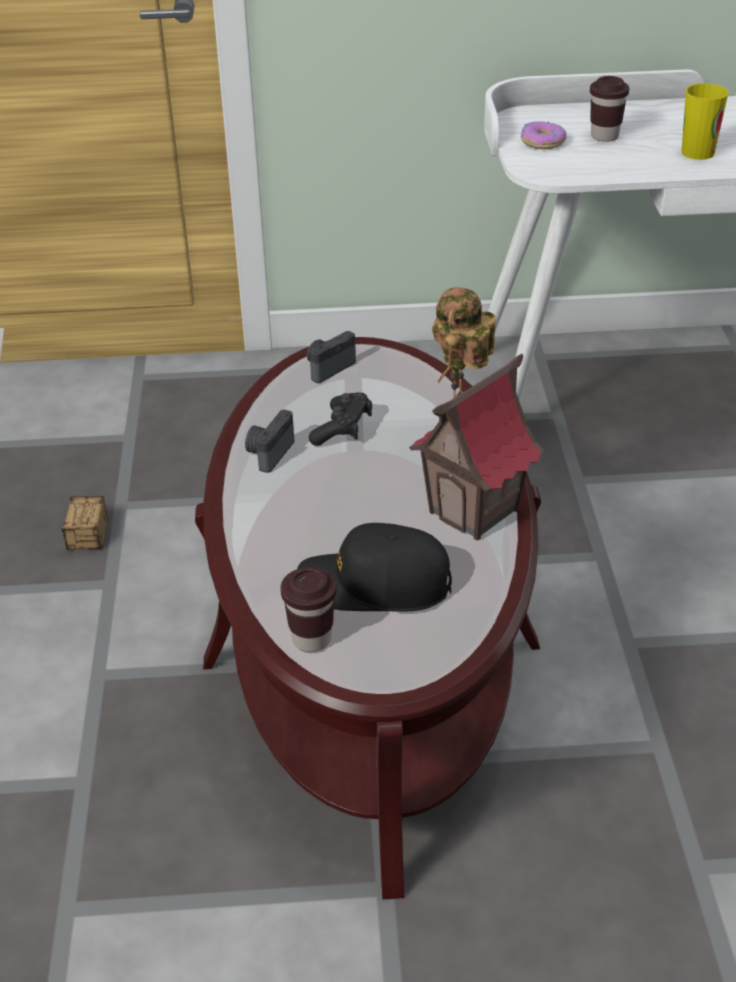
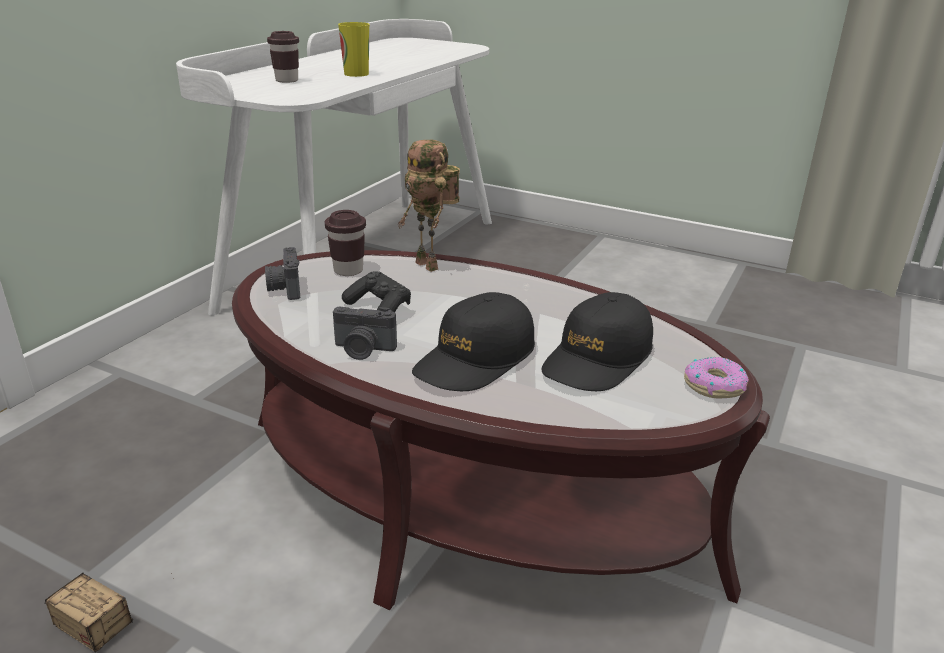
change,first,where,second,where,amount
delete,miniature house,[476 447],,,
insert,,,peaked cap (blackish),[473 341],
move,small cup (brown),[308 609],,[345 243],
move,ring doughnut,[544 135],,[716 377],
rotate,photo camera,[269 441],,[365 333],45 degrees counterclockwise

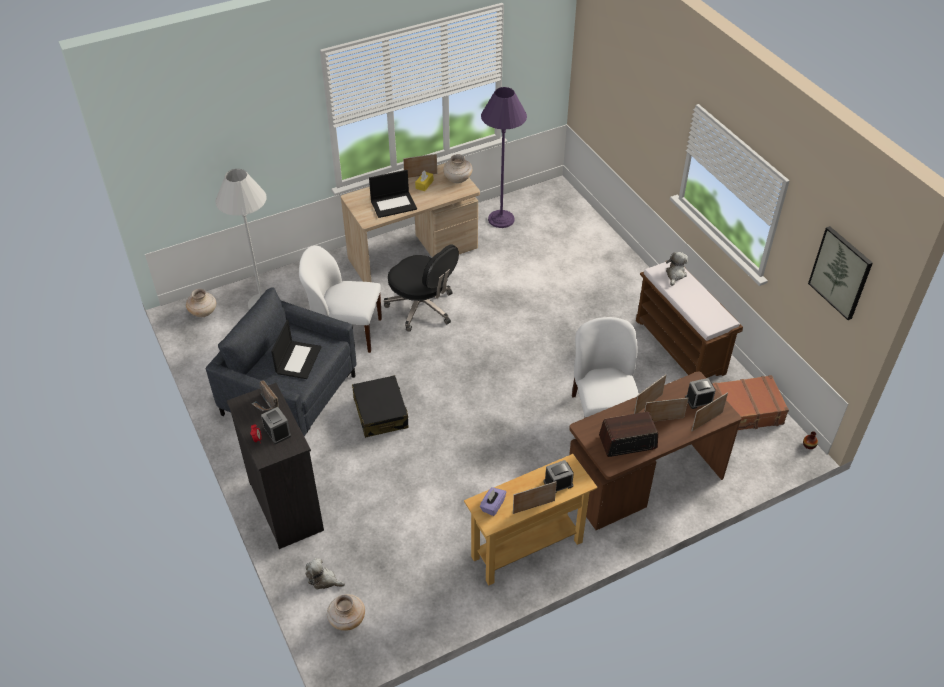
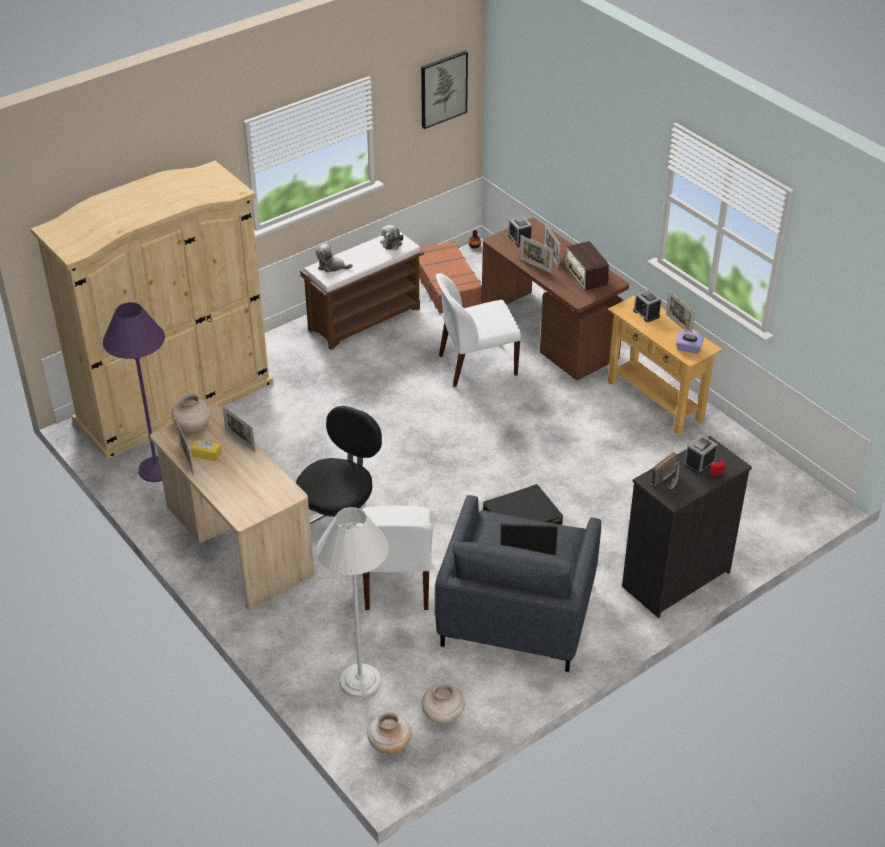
change,first,where,second,where,amount
delete,portable computer,[393 194],,,
insert,,,armoire (beige-coloured),[152 310],
move,cuddly toy,[325 574],,[391 237],
move,flower vase (beige-coloured),[346 612],,[443 703],
move,photo frame,[710 411],,[239 429],

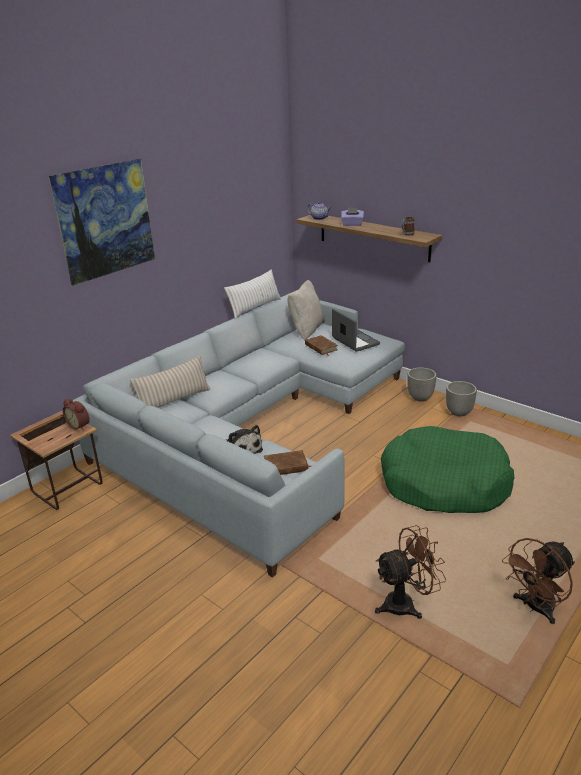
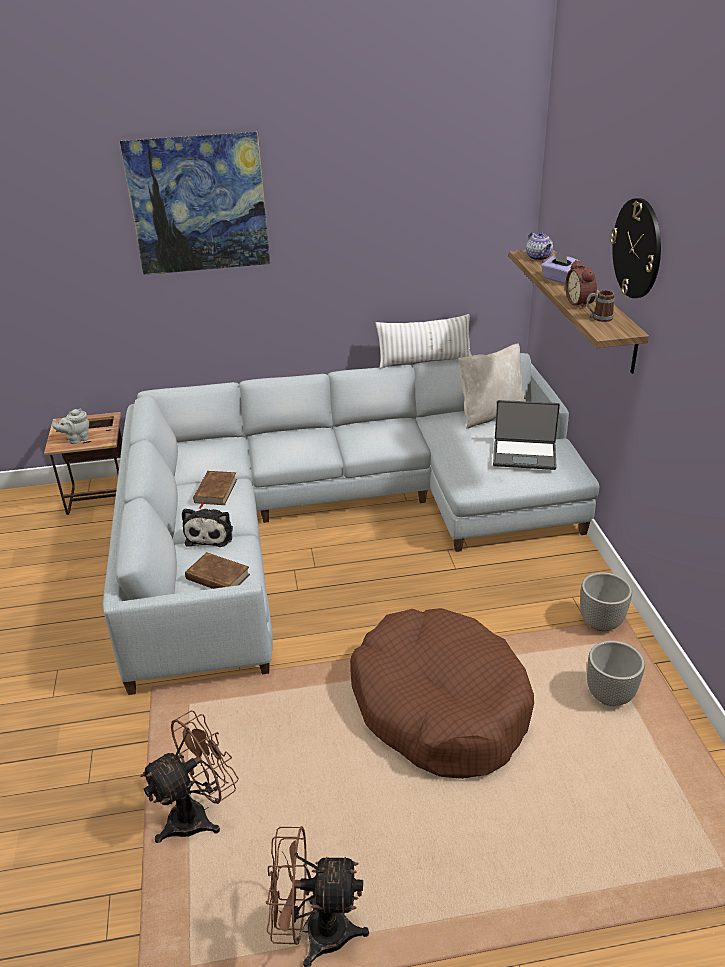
change,first,where,second,where,amount
delete,throw pillow (beige-coloured),[170 381],,,
insert,,,pot for tea (greyish),[70 426],
insert,,,clock on the wall,[635 248],
move,bedside clock,[76 414],,[581 284],
move,book (brown),[321 345],,[215 490],
move,planter,[422 384],,[616 673],
recolor,dog bed (greenish),[448 469],dog bed (brown),[442 693],
rotate,portable computer,[356 330],,[526 435],90 degrees clockwise
rotate,fan (brown),[410 572],,[189 777],60 degrees counterclockwise

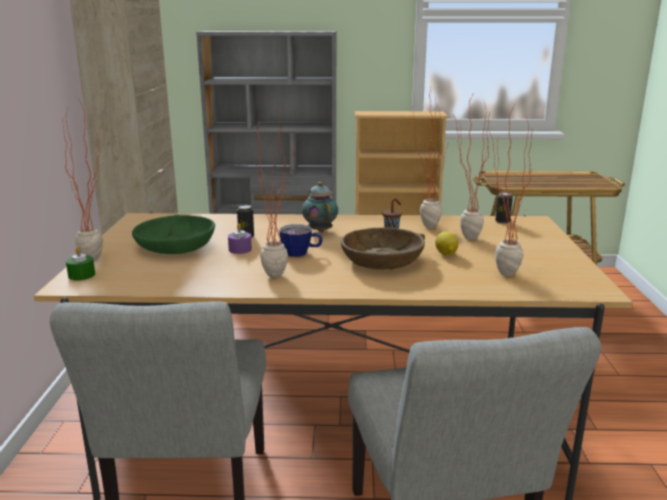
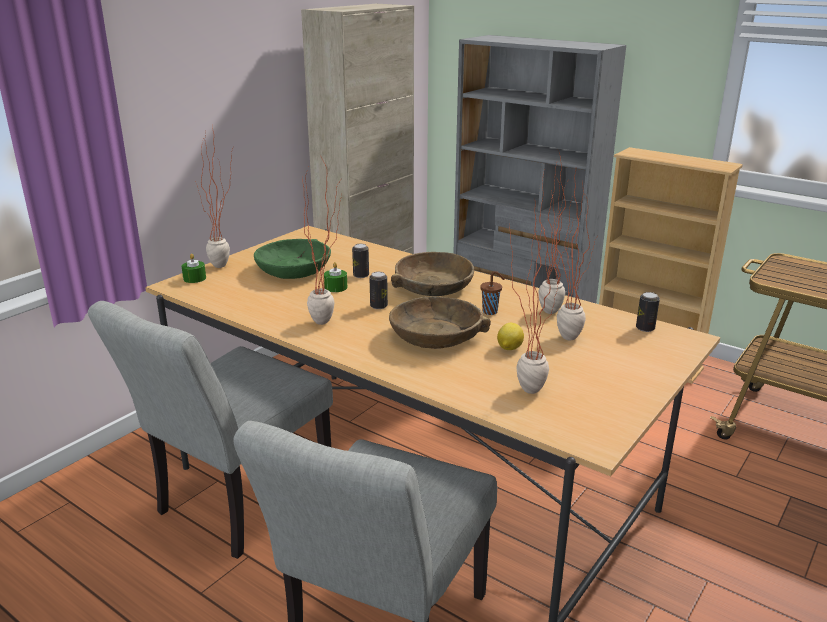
change,first,where,second,where,amount
replace,small cup,[301 240],can,[378 290],
replace,pot for tea,[320 207],serving bowl (brown),[432 274],
recolor,wax candle (purple),[240 239],wax candle (greenish),[335 277],

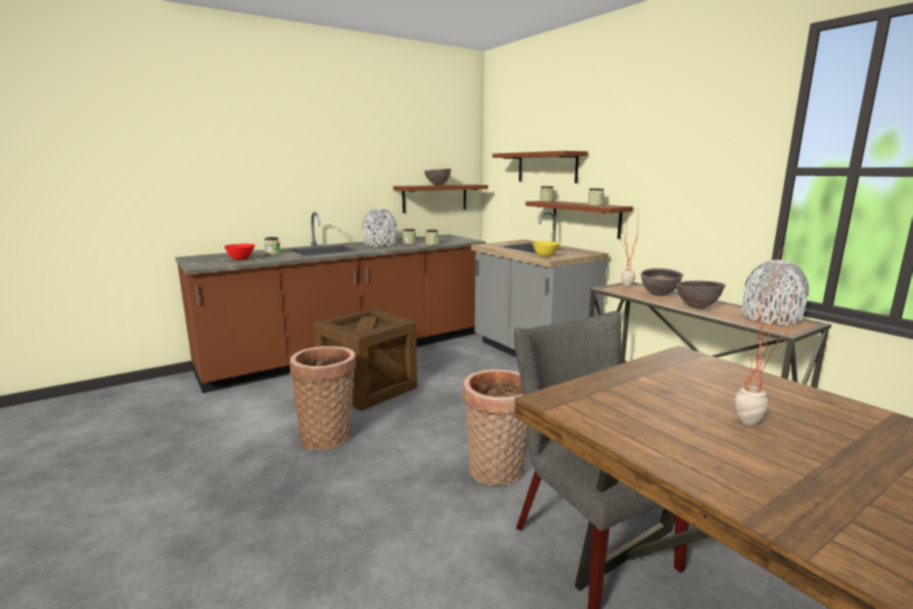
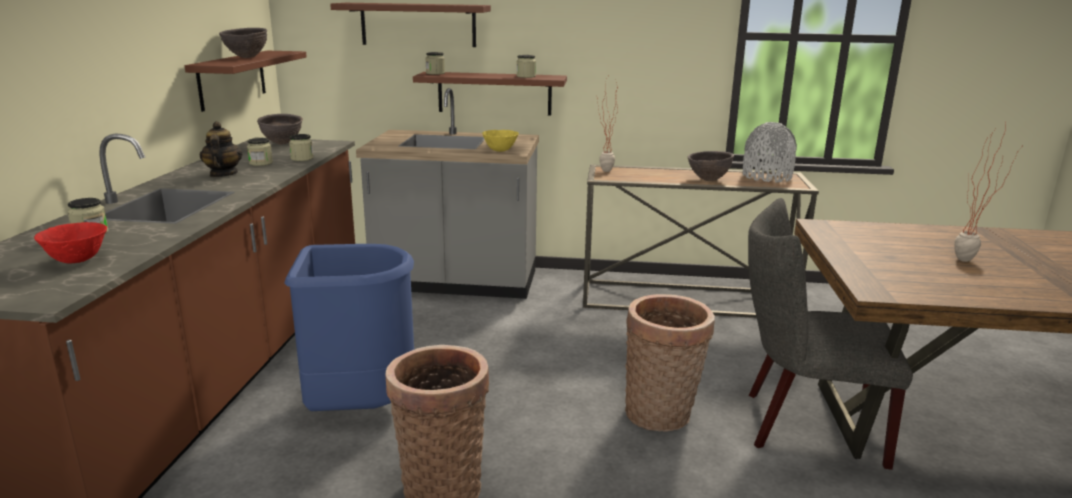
change,first,where,second,where,amount
move,serving bowl (brown),[662 282],,[280 129],
replace,packing crate,[365 359],rubbish bin (blue-coloured),[349 327],
replace,flower vase (greyish),[379 227],pot for tea,[221 149],

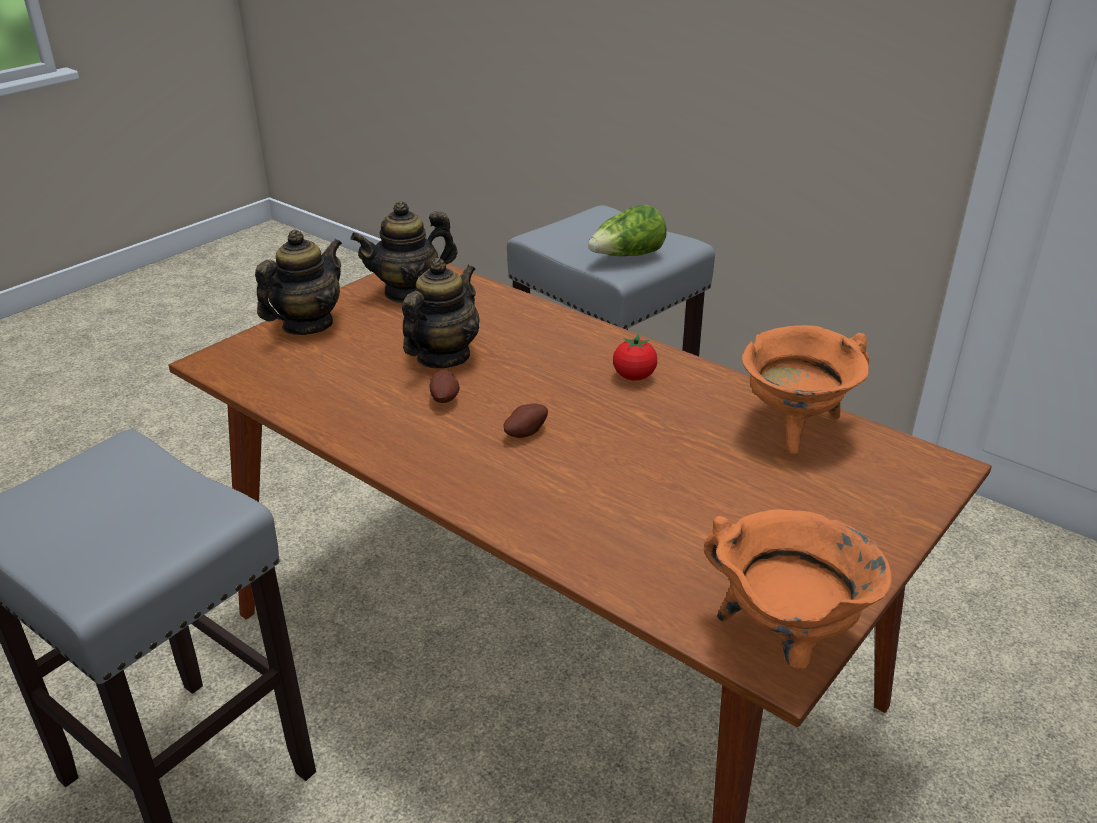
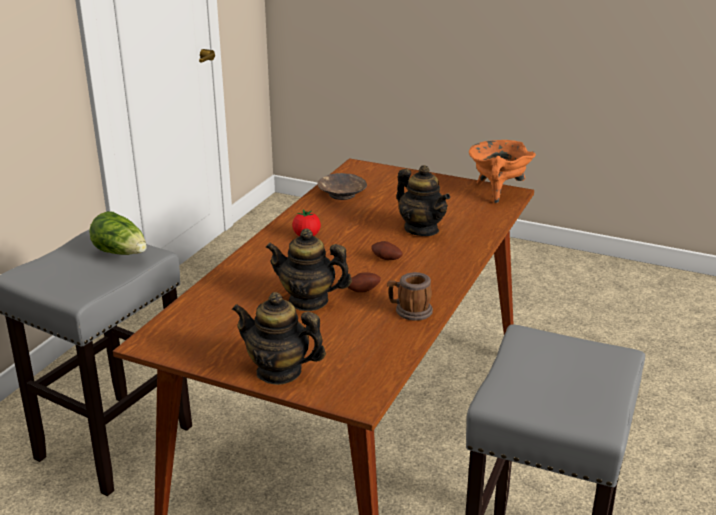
change,first,where,second,where,amount
insert,,,coffee mug,[410 296],
move,pot for tea,[404 252],,[423 200],
replace,cooking pot (orange),[805 390],serving bowl (brown),[342 186],

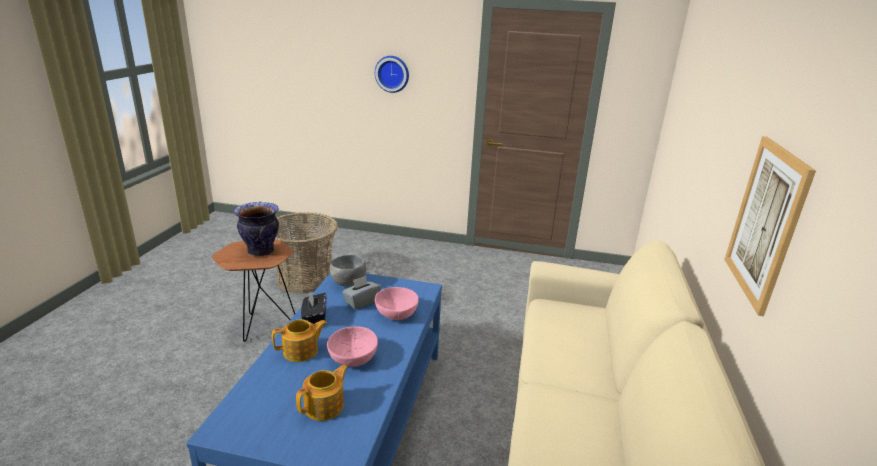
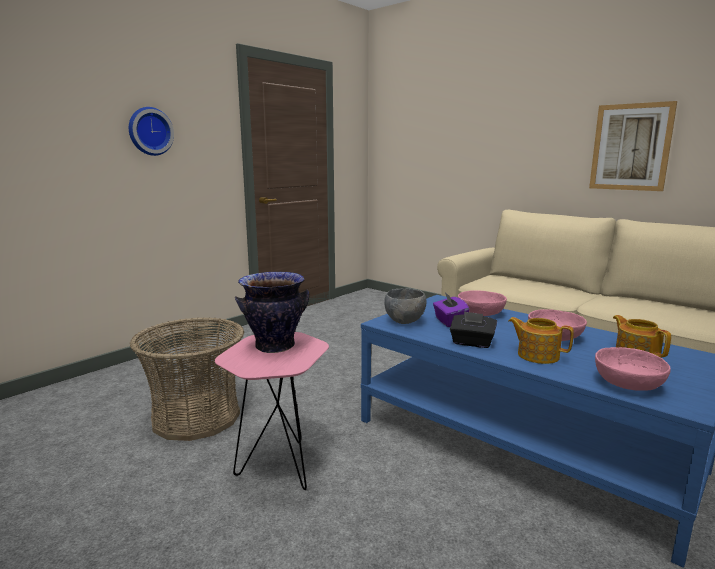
change,first,where,second,where,amount
insert,,,serving bowl (pink),[633 369],
recolor,side table (brown),[253 291],side table (pink),[272 411],
recolor,tissue box (greyish),[361 293],tissue box (purple),[451 309],
rotate,pot for tea,[299 340],,[541 340],60 degrees counterclockwise

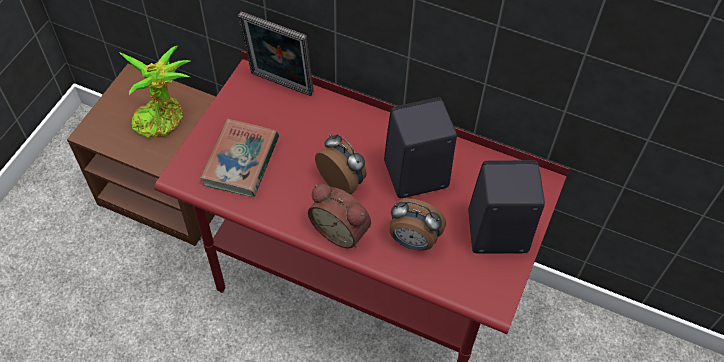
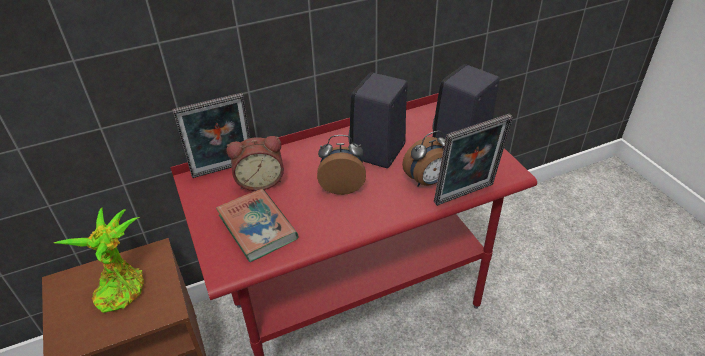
change,first,where,second,where,amount
insert,,,photo frame,[473 160],
move,bedside clock,[339 216],,[255 163],

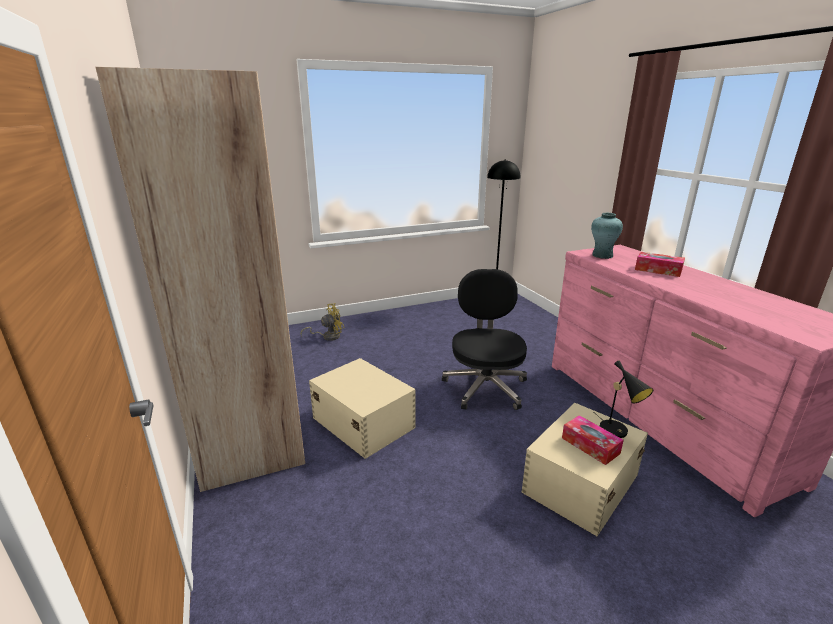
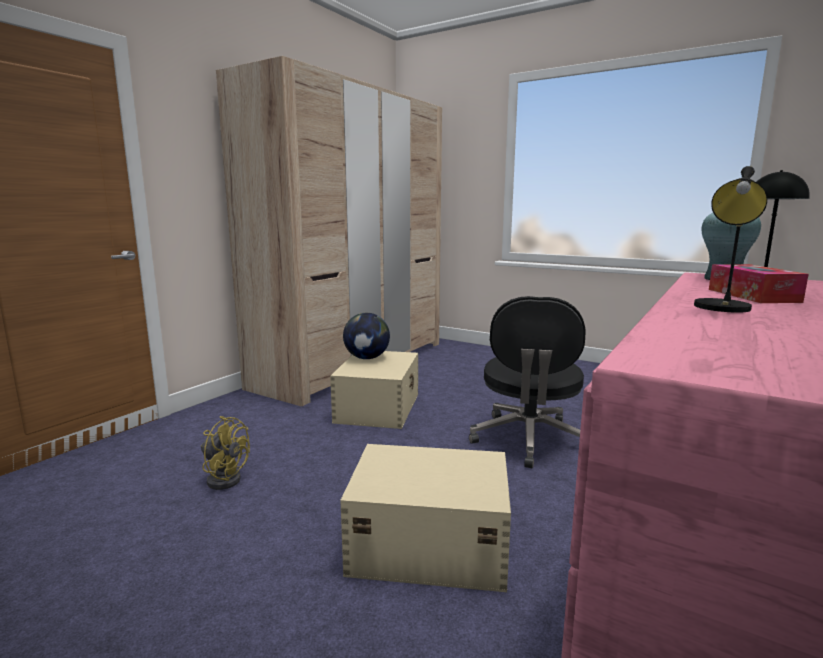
change,first,where,second,where,amount
delete,tissue box,[593 440],,,
insert,,,globe,[366 336],
move,fan (yellowish),[323 322],,[225 453],
move,lamp for a table (blackish),[624 399],,[730 239],
rotate,computer chair (blackish),[484 339],,[527 382],135 degrees clockwise

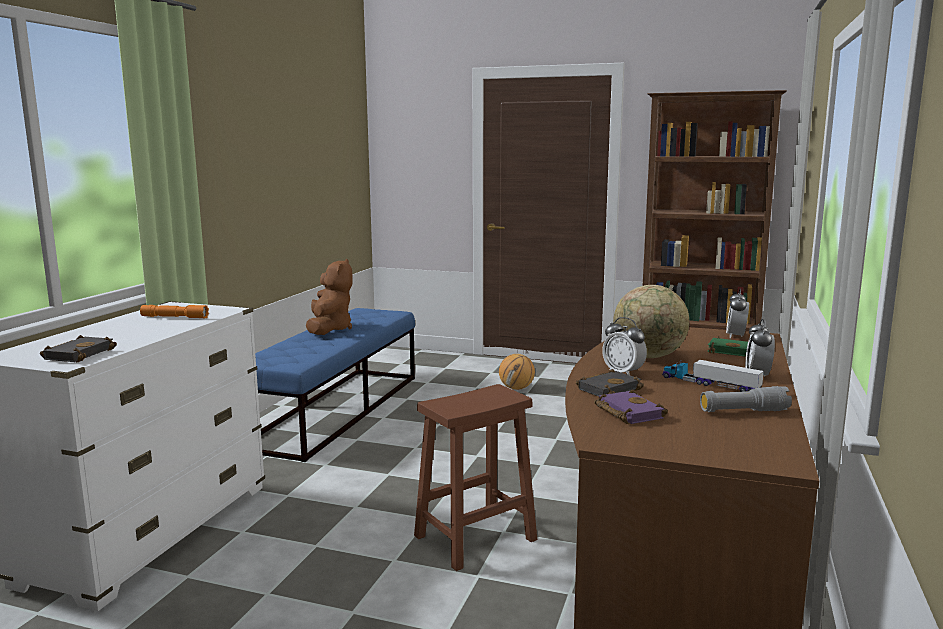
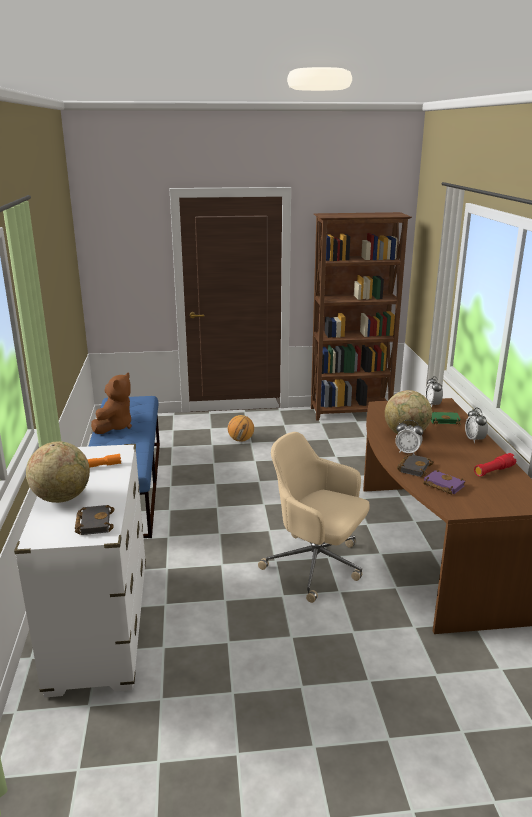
change,first,where,second,where,amount
delete,model truck,[713 376],,,
insert,,,globe,[58 472],
replace,stool seat (brown),[475 477],computer chair (beige-coloured),[314 517],
recolor,flashlight (greyish),[746 399],flashlight (red),[495 464],
rotate,cuddly toy (brown),[329 297],,[111 403],45 degrees clockwise

